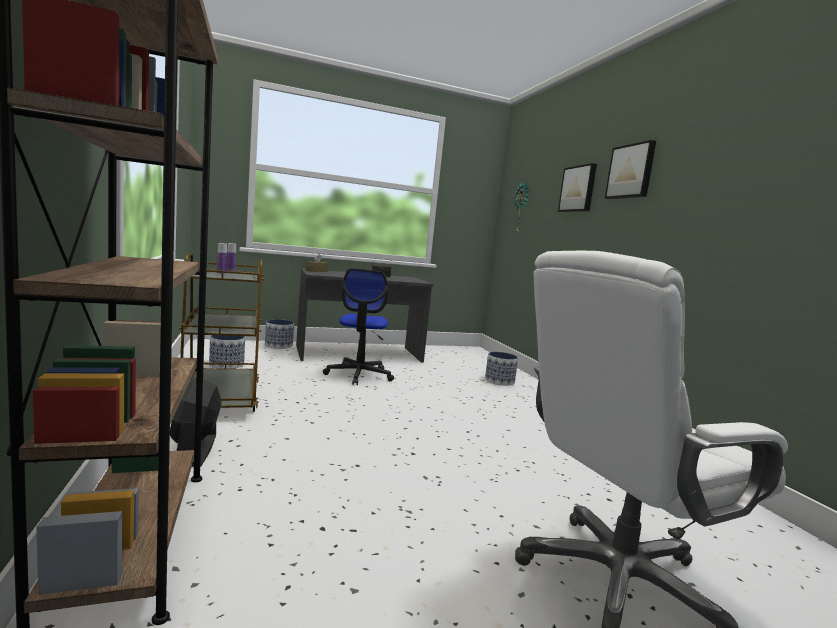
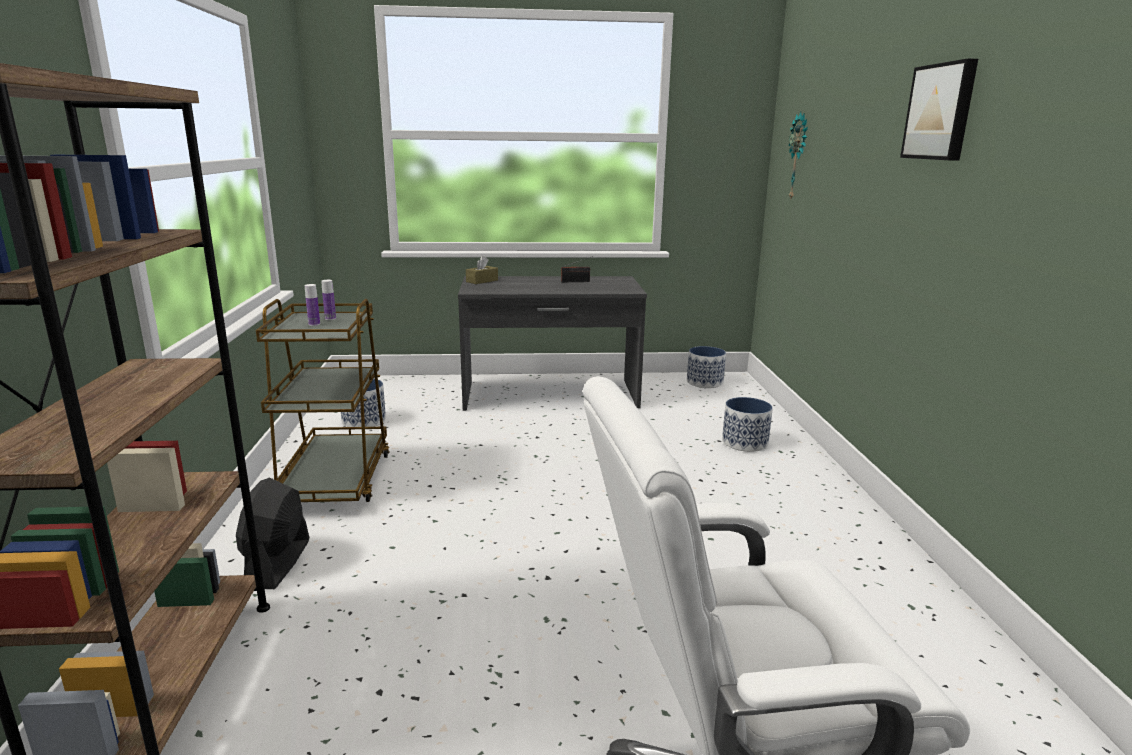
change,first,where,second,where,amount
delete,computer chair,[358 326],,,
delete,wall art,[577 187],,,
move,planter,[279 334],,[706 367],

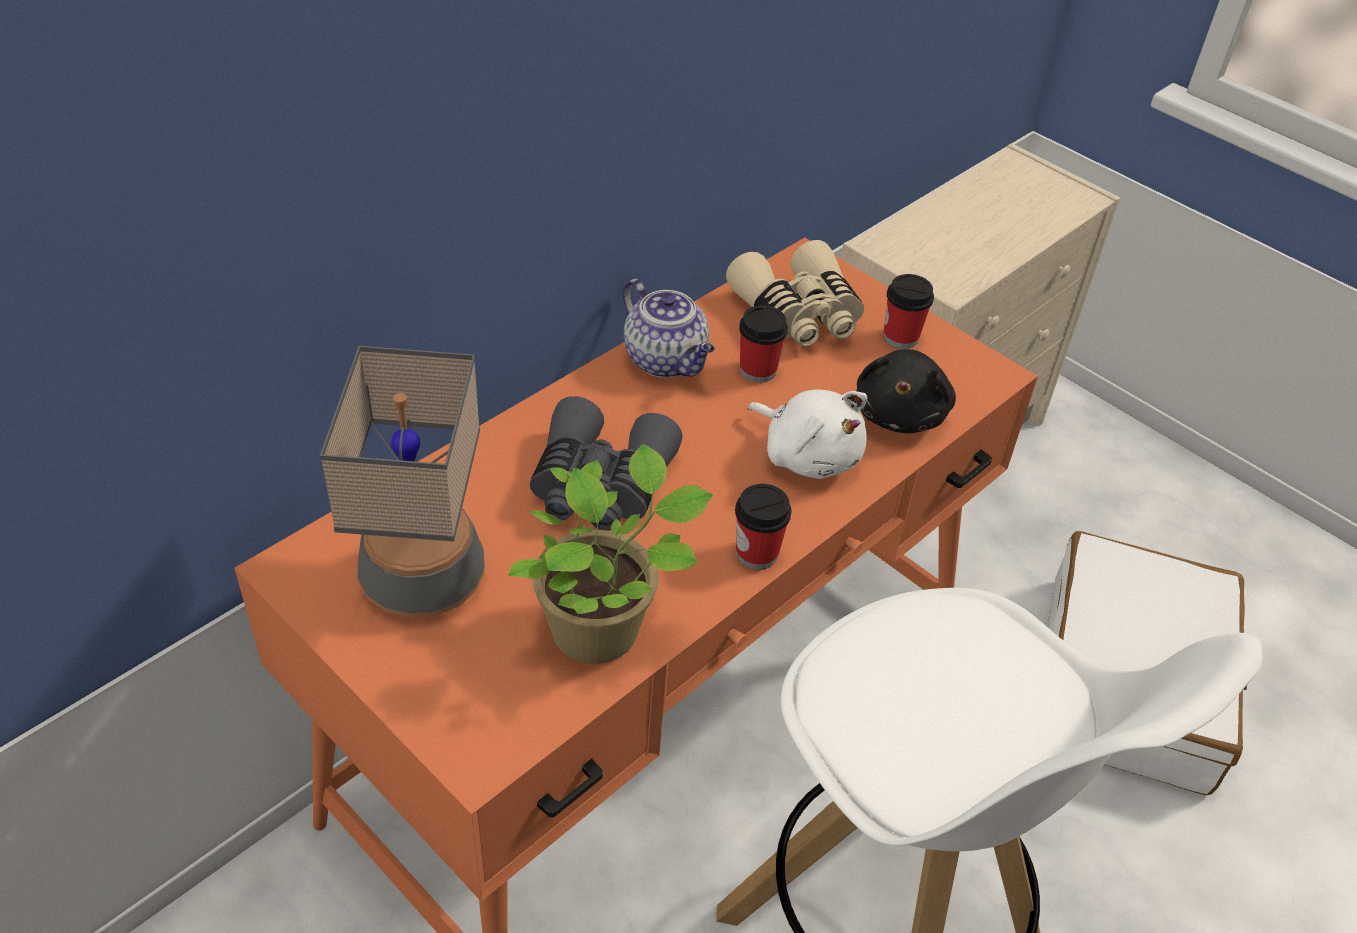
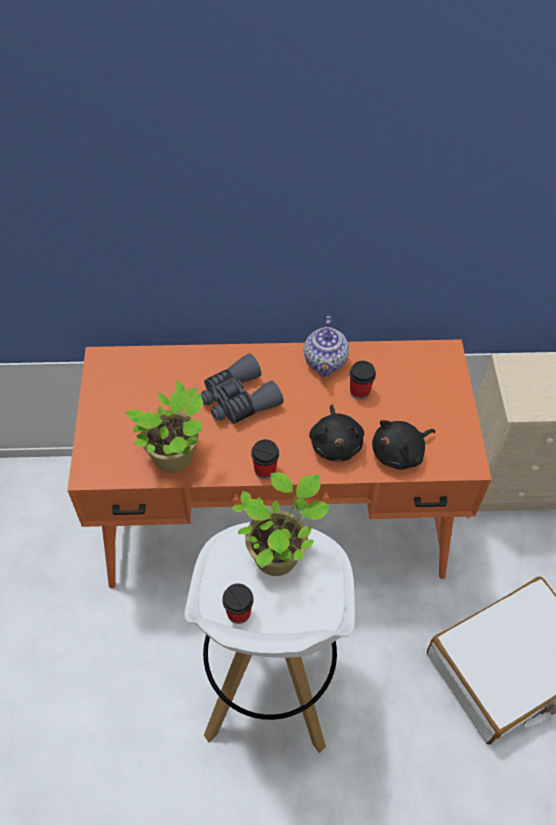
change,first,where,second,where,amount
delete,lamp for a table,[402 482],,,
delete,binoculars (beige-coloured),[795 293],,,
insert,,,houseplant,[281 524],
move,small cup,[908 311],,[237 603],
recolor,cuddly toy (white-coloured),[807 434],cuddly toy (blackish),[336 433],

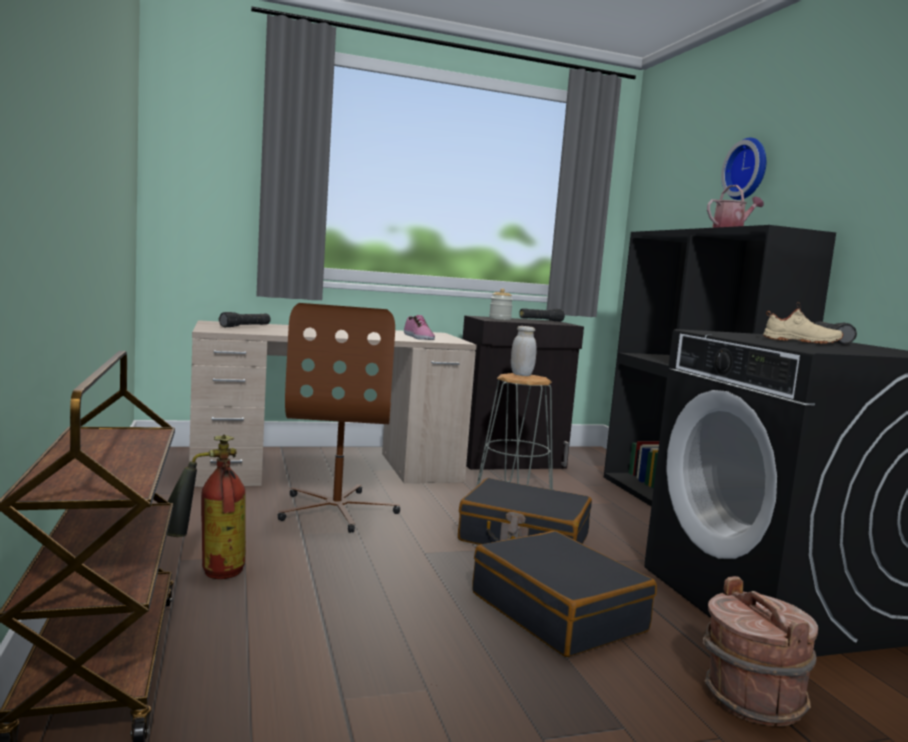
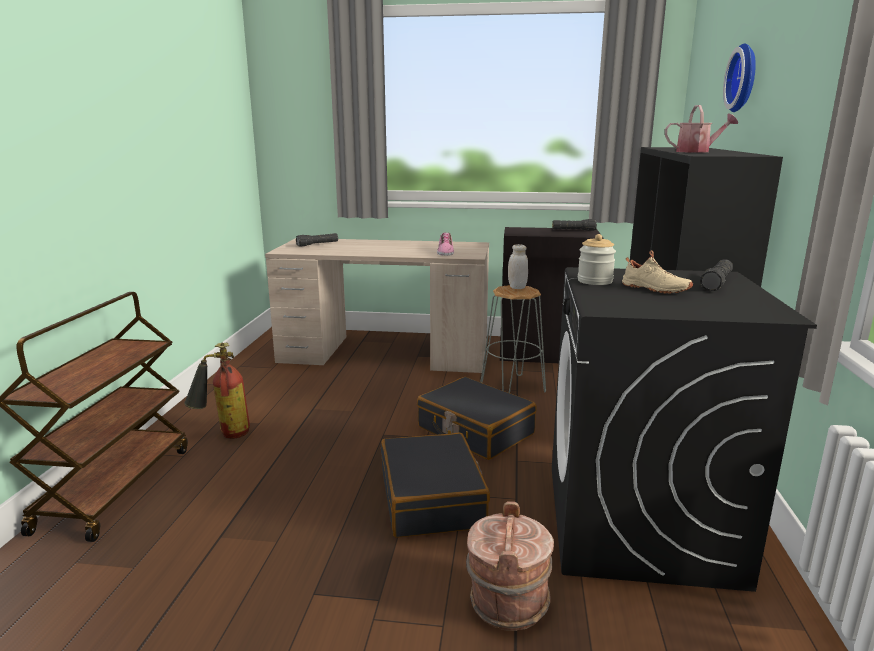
change,first,where,second,where,amount
delete,computer chair (brown),[339 418],,,
move,jar,[501 304],,[596 259],

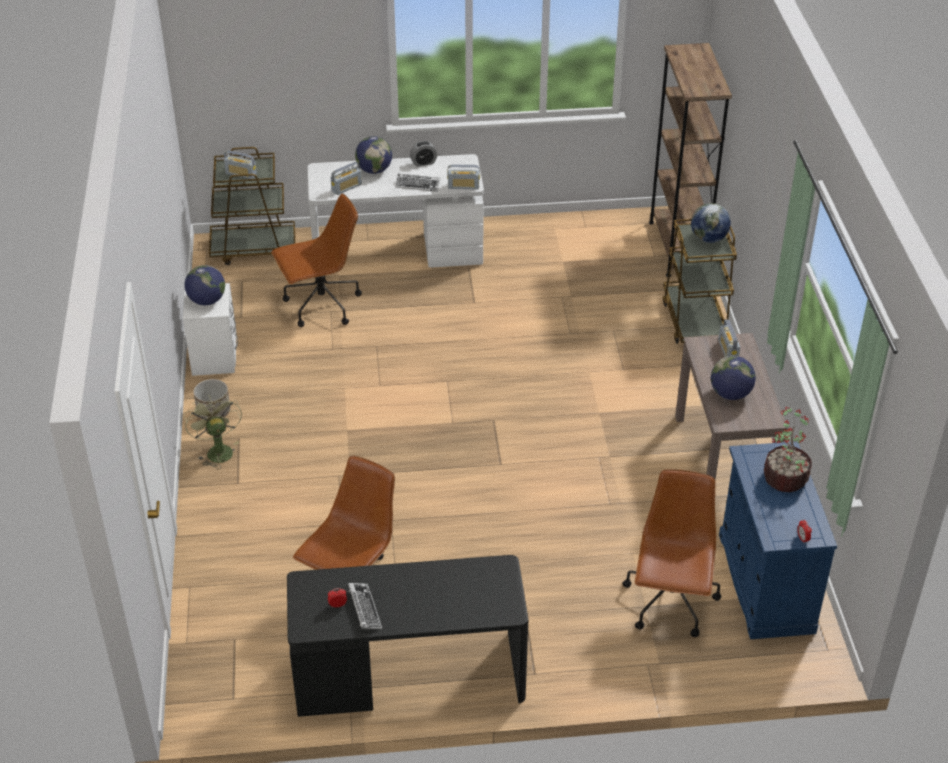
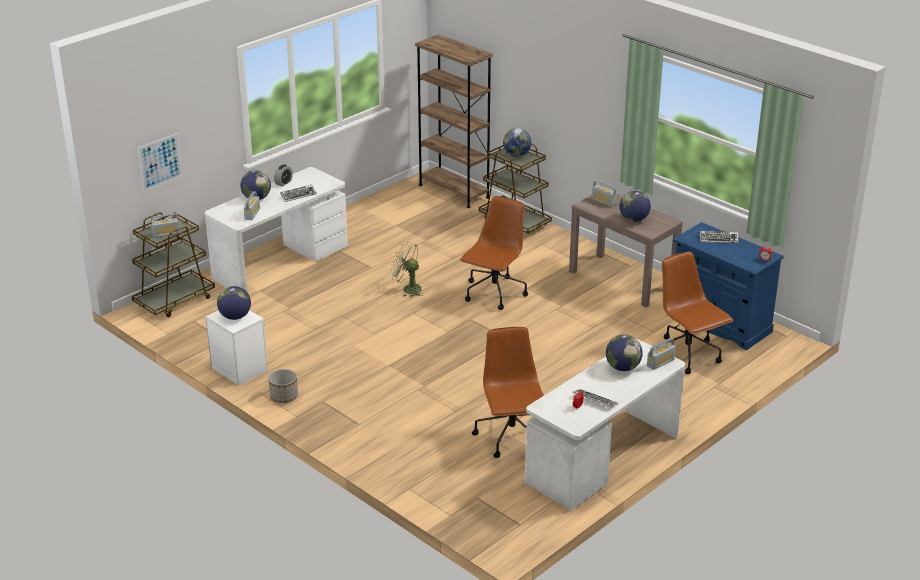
change,first,where,second,where,amount
insert,,,wall art,[160 162],
insert,,,globe,[624 352],
move,fan (greenish),[213 431],,[406 270],
move,computer chair (brown),[316 260],,[494 253],
move,radio receiver,[463 177],,[661 354],
replace,houseplant,[788 449],computer keyboard,[719 237],
recolor,desk (blackish),[407 636],desk (white-coloured),[605 424],

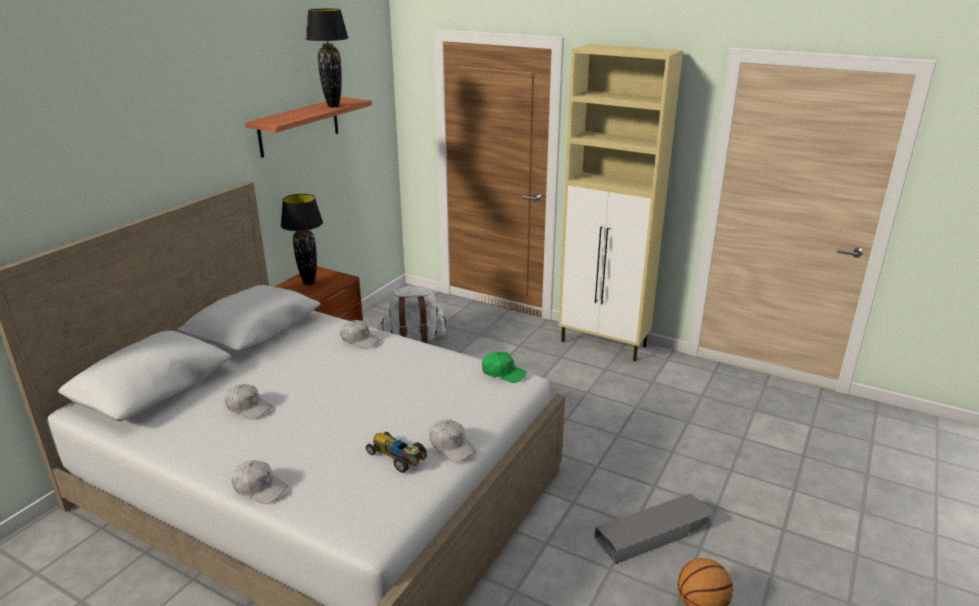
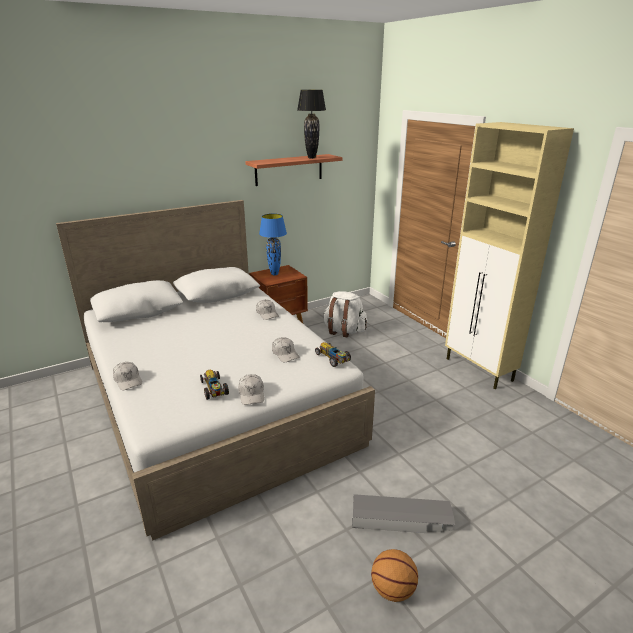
change,first,where,second,where,amount
move,peaked cap (white-coloured),[248 402],,[285 349],
replace,peaked cap (greenish),[504 367],miniature car,[333 354],
recolor,lamp for a table (blackish),[302 239],lamp for a table (blue-coloured),[273 244],

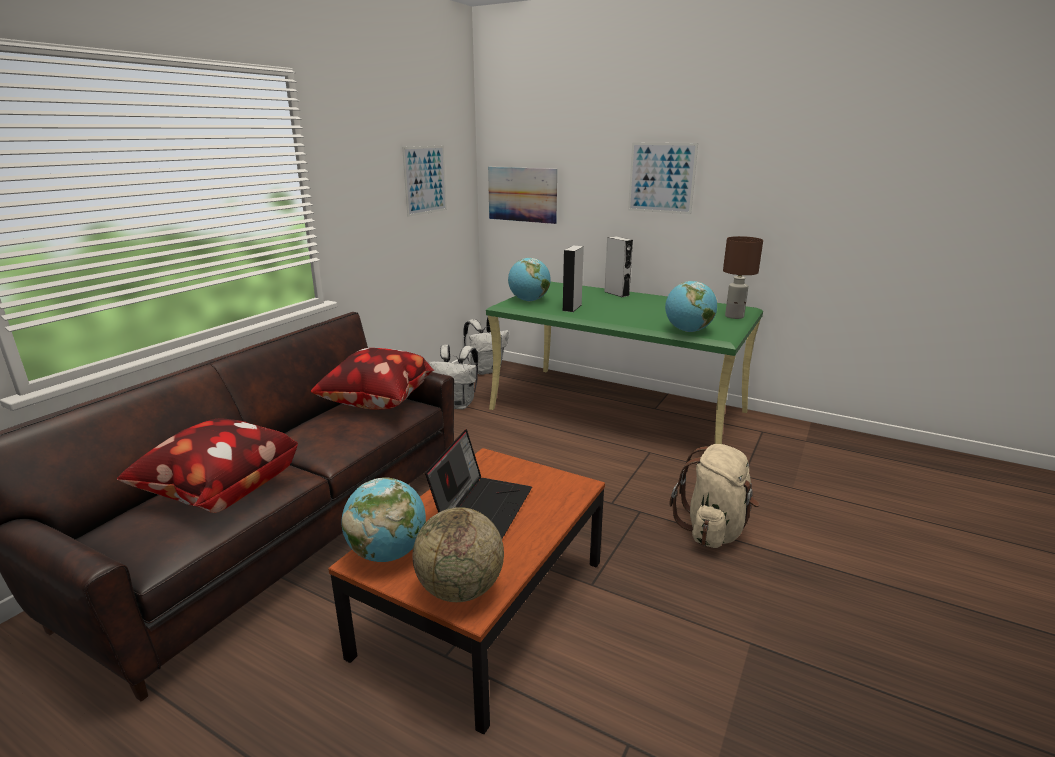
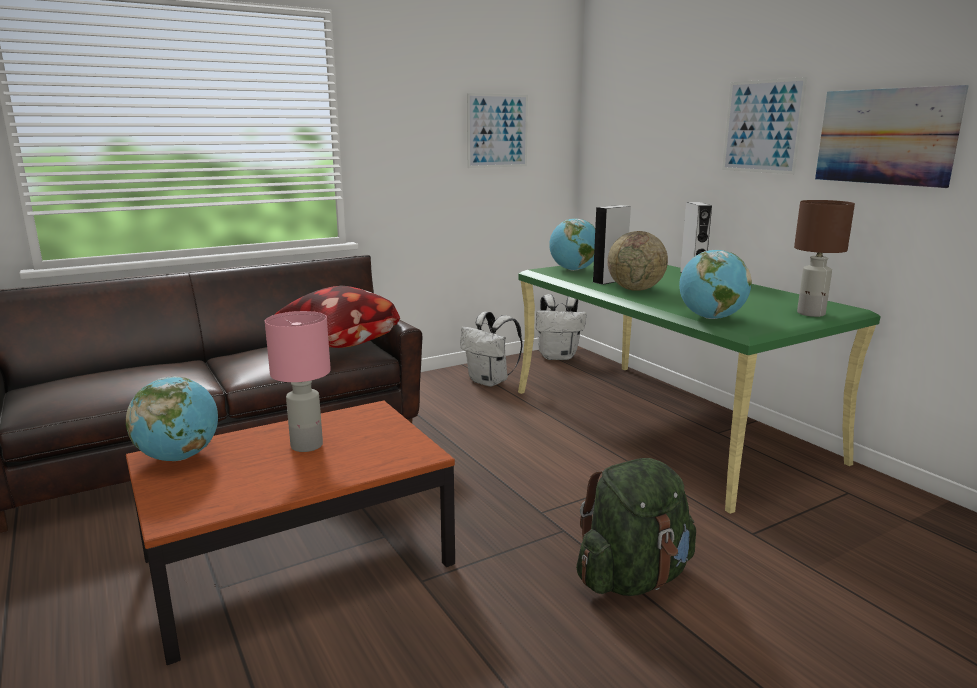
change,first,where,second,where,amount
delete,throw pillow,[207 465],,,
move,globe,[458 554],,[638 261],
move,wall art,[522 195],,[892 136],
replace,portable computer,[478 484],lamp for a table (pink),[298 381],
recolor,knapsack (beige-coloured),[714 496],knapsack (greenish),[636 527],

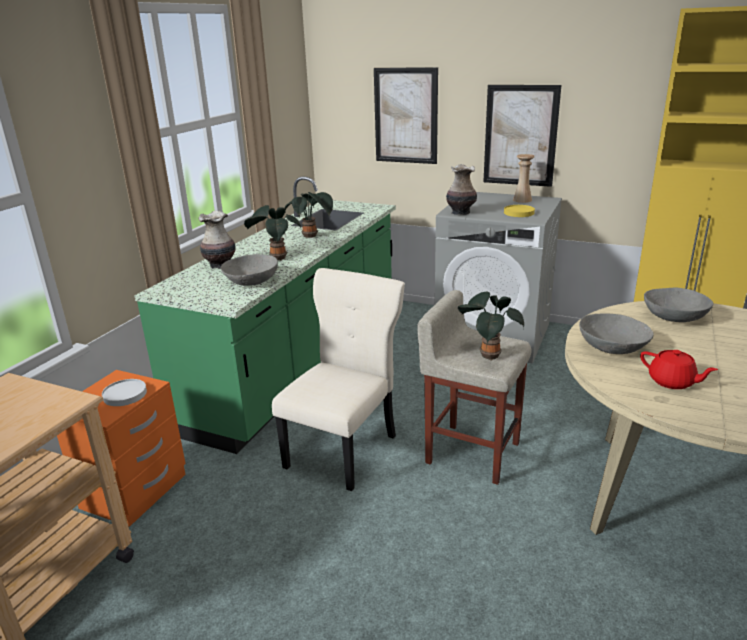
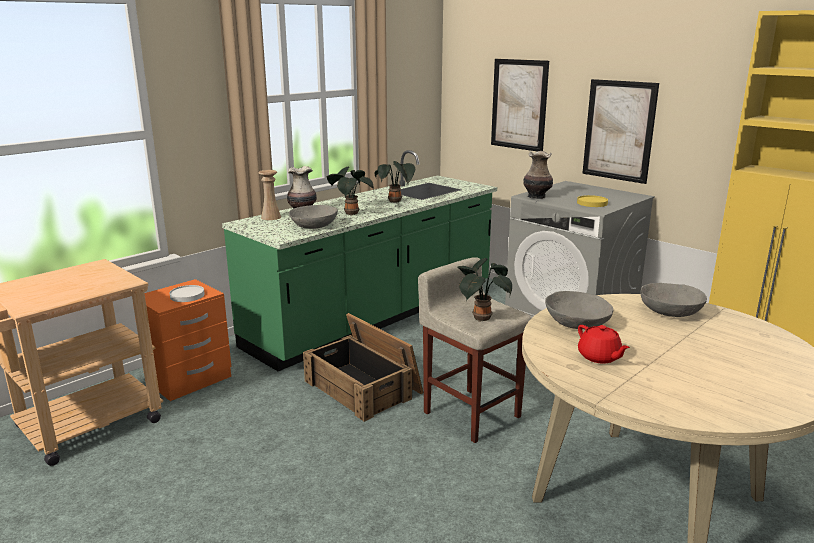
change,first,where,second,where,amount
move,flower vase (beige-coloured),[523 178],,[270 195],
replace,plain chair (beige-coloured),[338 379],packing crate,[363 367],

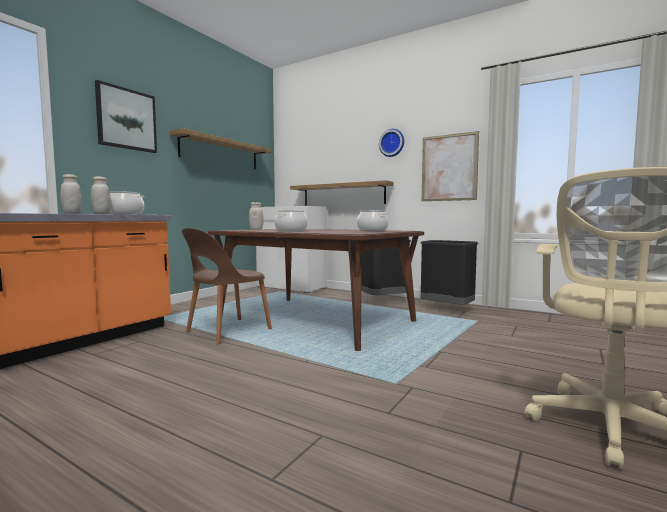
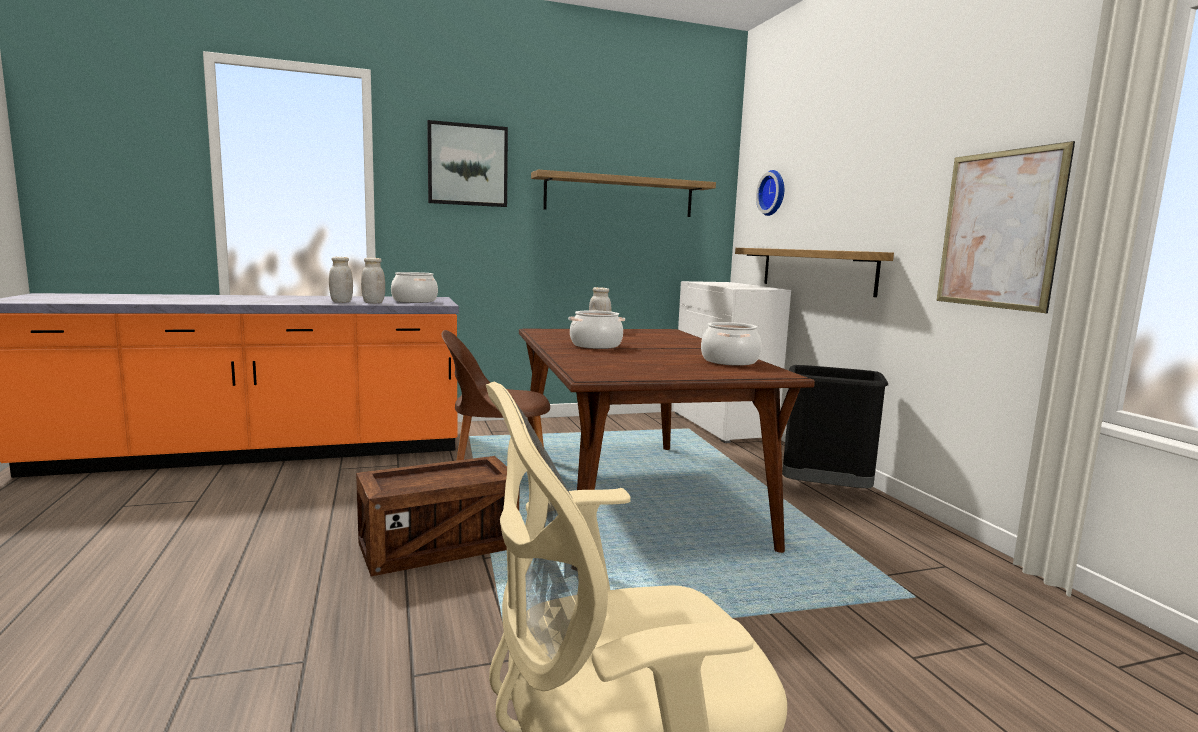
change,first,where,second,where,amount
delete,rubbish bin (blackish),[449 272],,,
insert,,,packing crate,[438 516],
move,clock on the wall,[391 143],,[770 193],

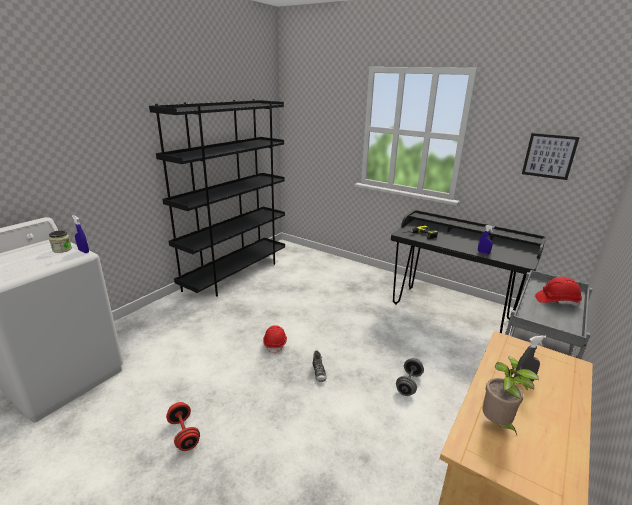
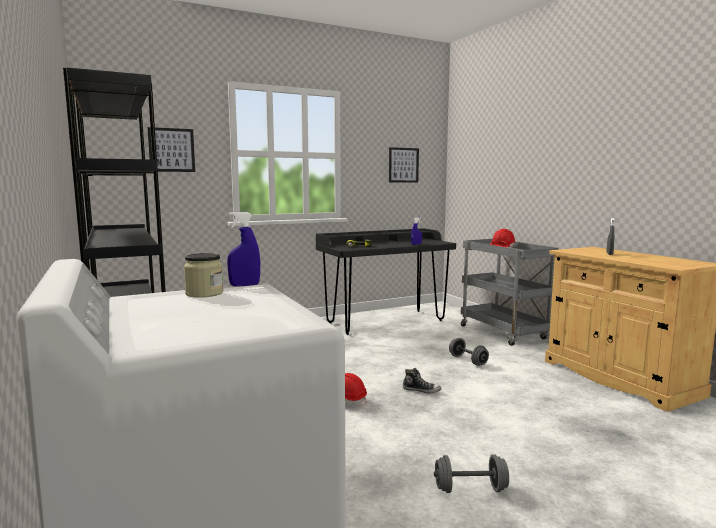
change,first,where,second,where,amount
delete,houseplant,[510 396],,,
insert,,,wall art,[171 149],
recolor,free weight (red),[183 426],free weight (greyish),[471 474],

